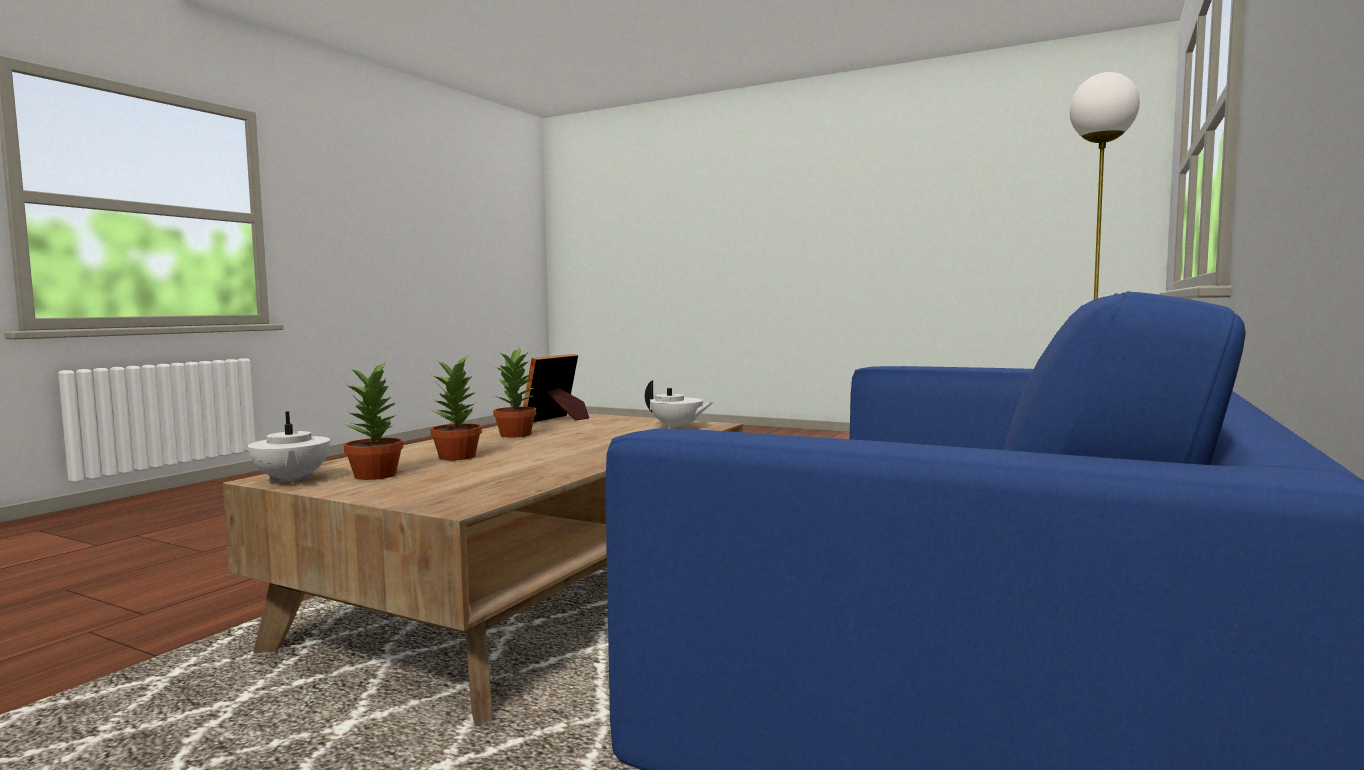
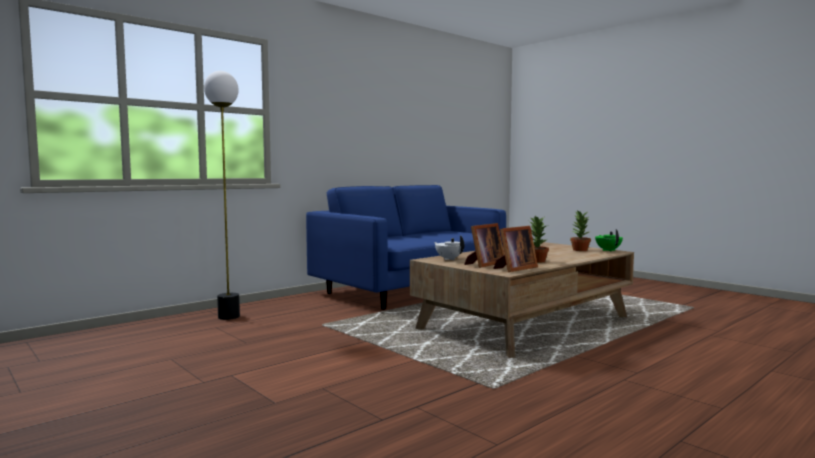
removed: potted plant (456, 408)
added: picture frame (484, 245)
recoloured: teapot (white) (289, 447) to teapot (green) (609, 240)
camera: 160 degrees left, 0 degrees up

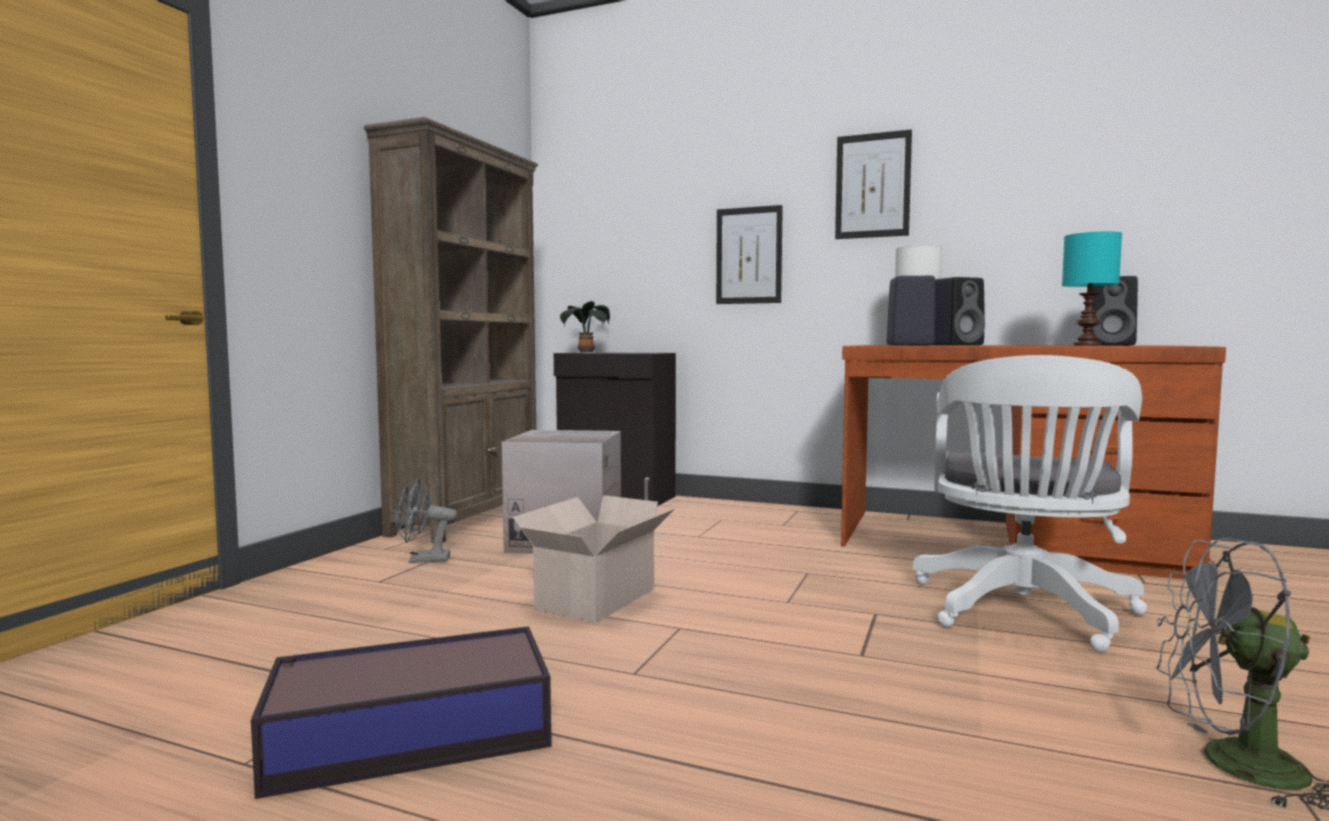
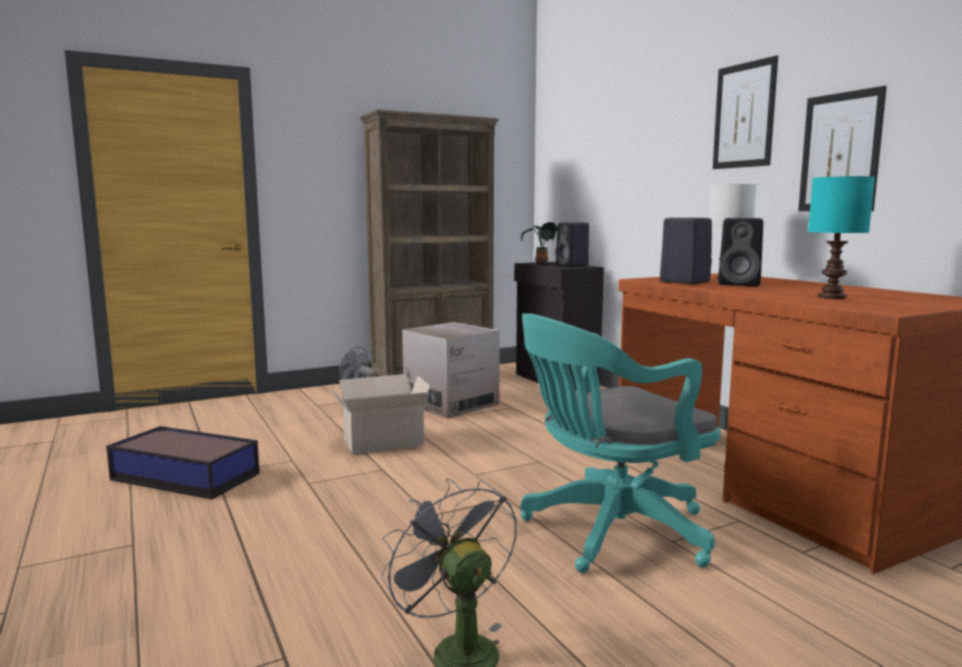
moved: picture (749, 254) to (842, 148); speaker (black) (1115, 310) to (572, 244)
recoloured: office chair (white) (1030, 504) to office chair (turquoise) (620, 443)
camera: 40 degrees right, 5 degrees up

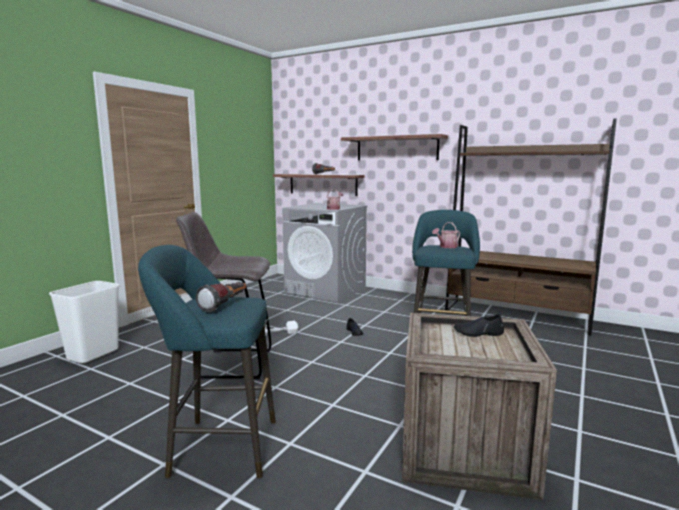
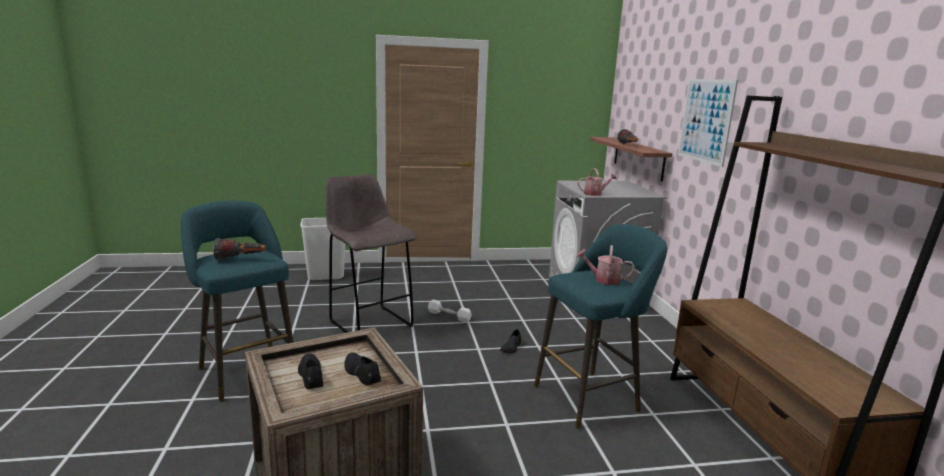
added: shoe (black) (310, 371)
replaced: shelf (394, 147) to picture (708, 123)
camera: 50 degrees right, 5 degrees up

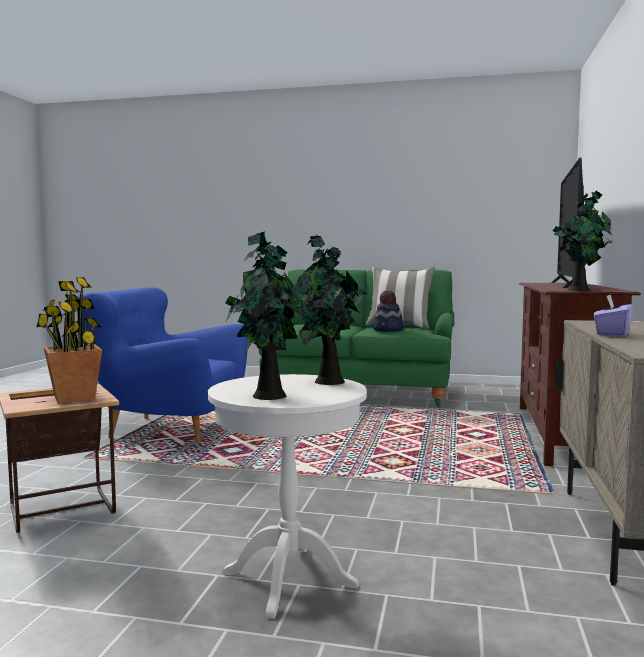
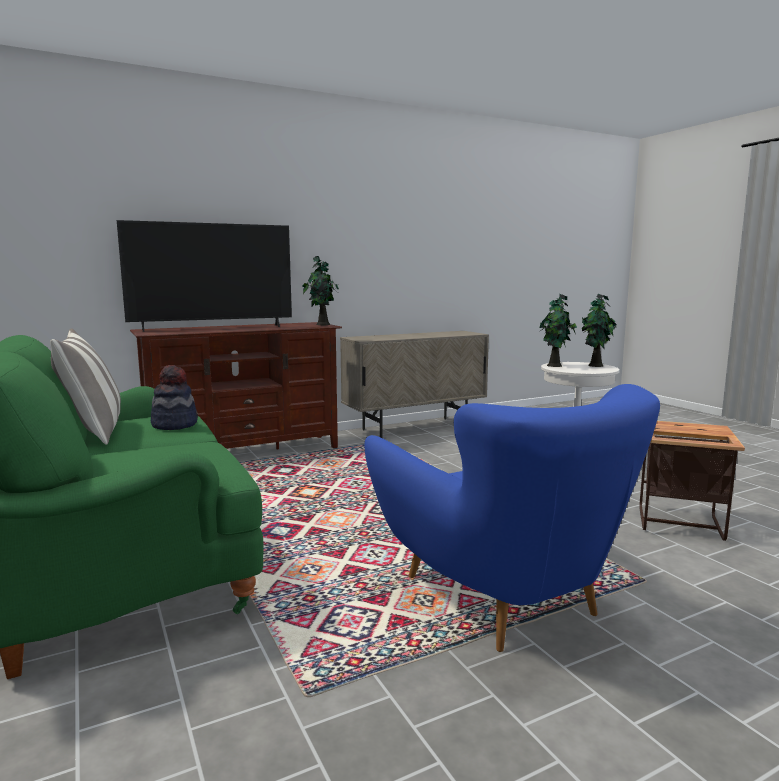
removed: potted plant (69, 340); tissue box (purple) (613, 315)
camera: 130 degrees left, 5 degrees up

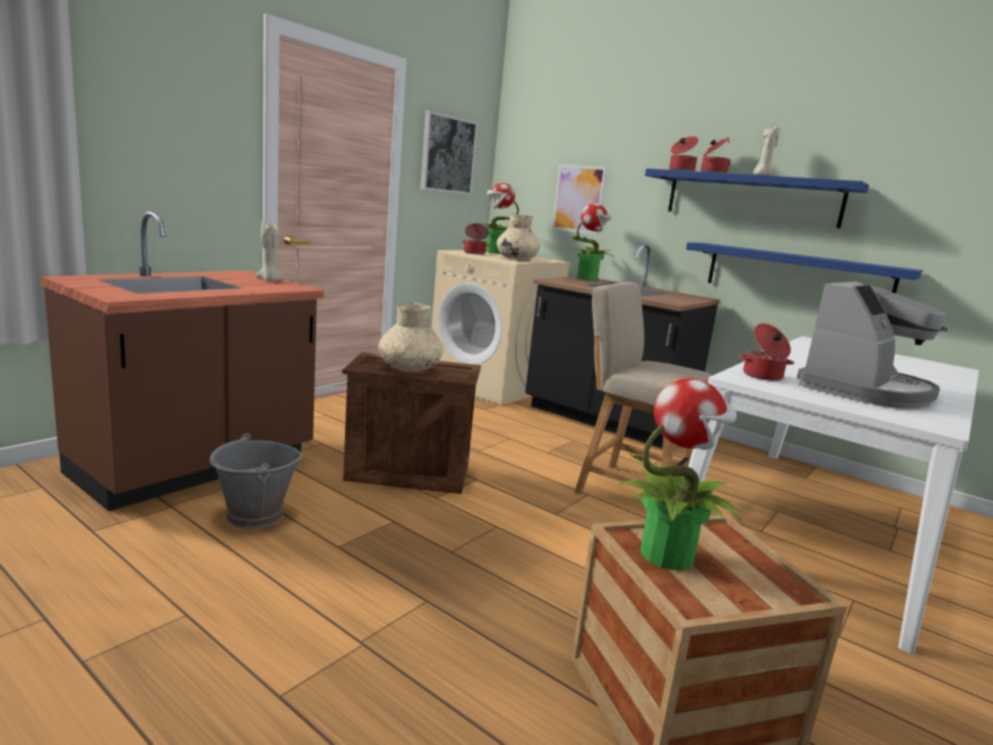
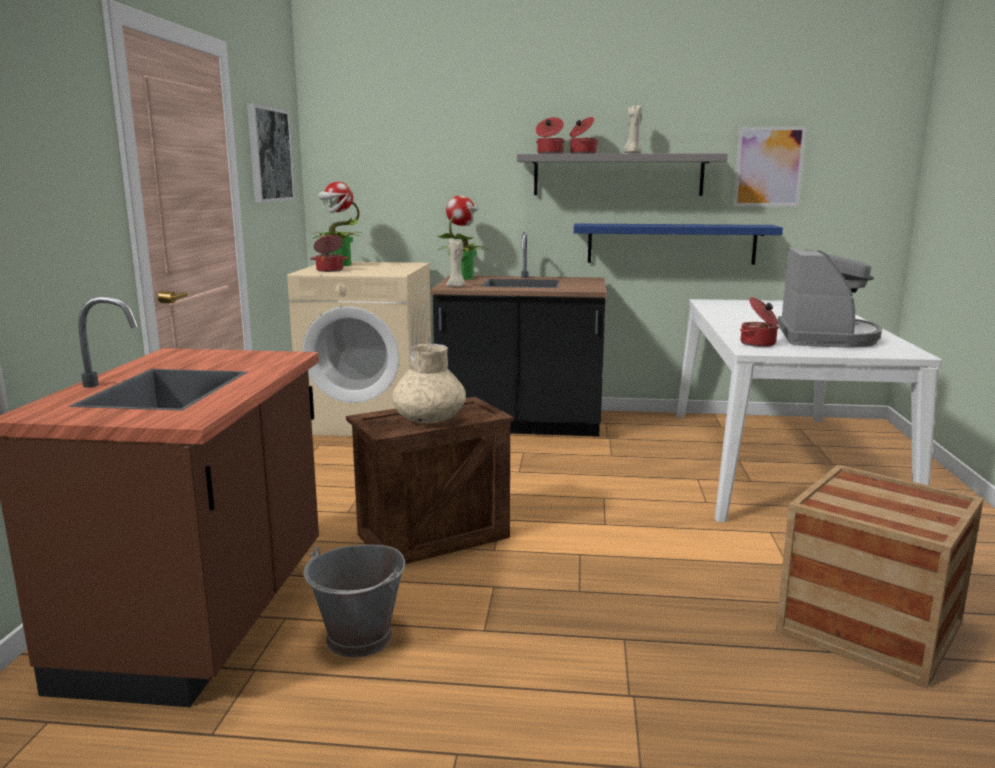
removed: vase (beige) (518, 236); chair (beige) (643, 388); potted plant (680, 474)
moved: candle (beige) (270, 251) to (455, 263); picture (579, 199) to (770, 166)
recoloured: shelf (blue) (757, 198) to shelf (grey) (622, 174)
camera: 30 degrees left, 0 degrees up

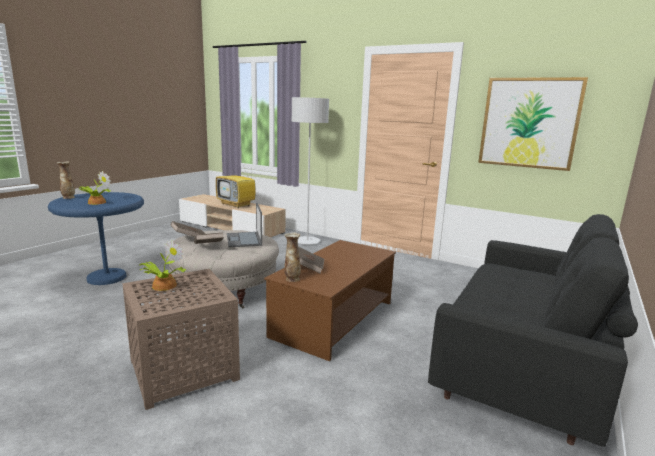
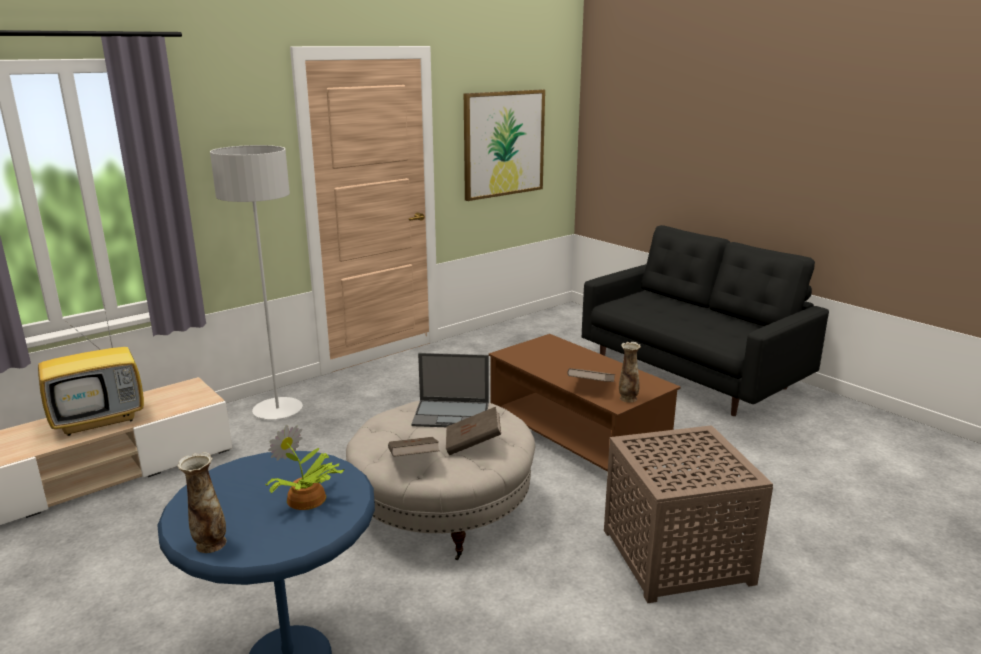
removed: potted plant (162, 265)
camera: 70 degrees left, 5 degrees up

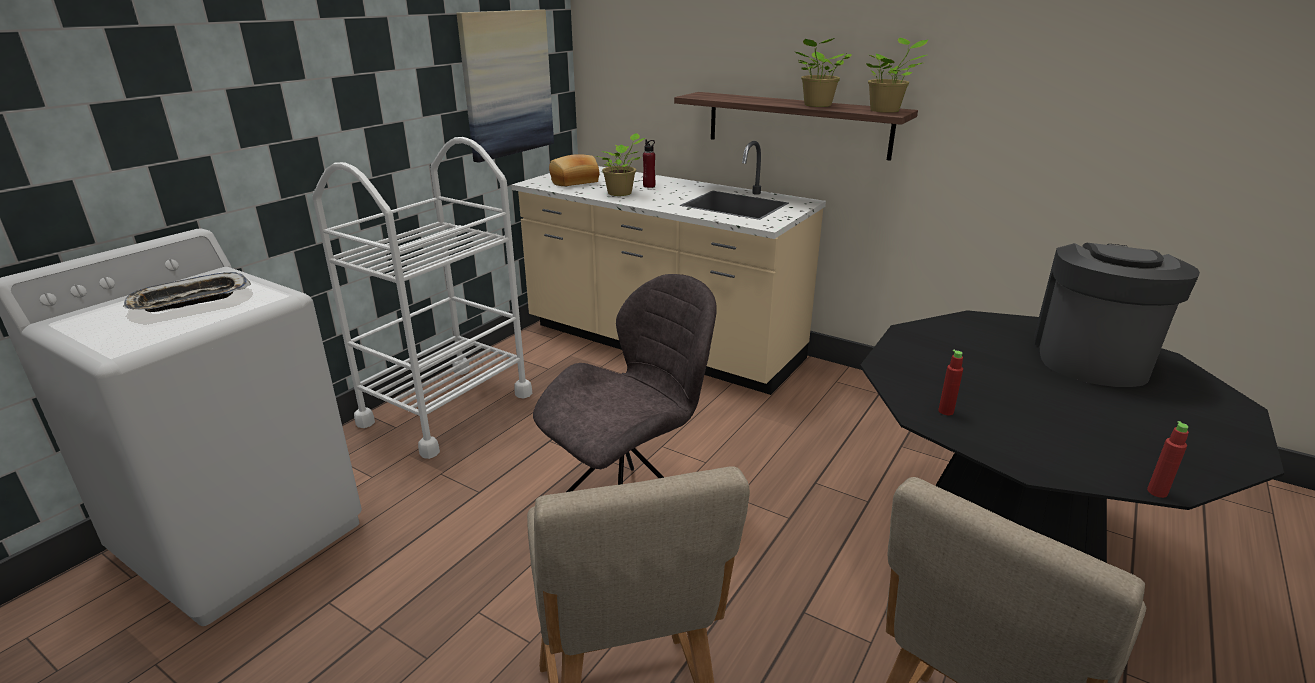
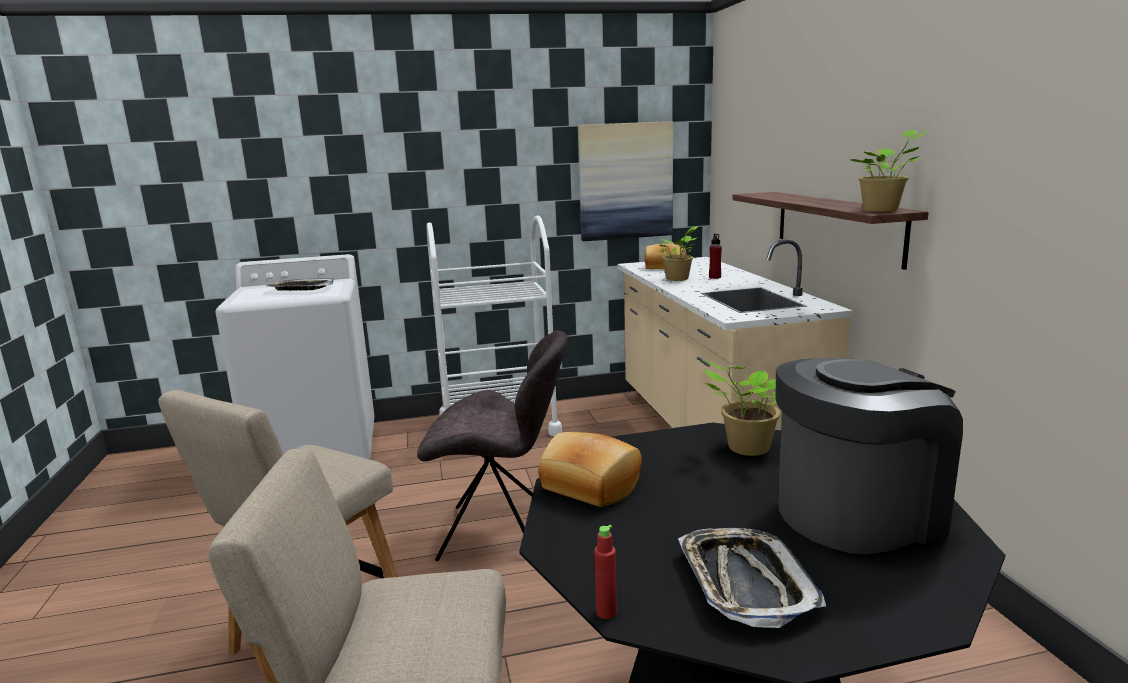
added: tray (752, 578)
moved: potted plant (823, 72) to (741, 408)
replaced: bottle (red) (950, 382) to bread (590, 469)
camera: 45 degrees right, 10 degrees down

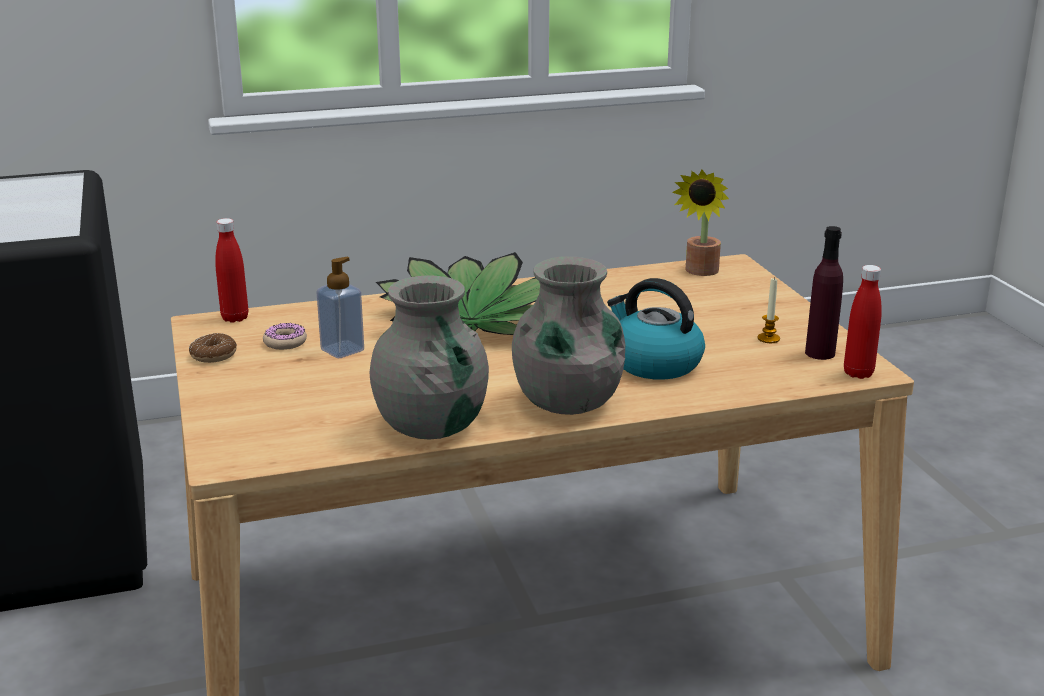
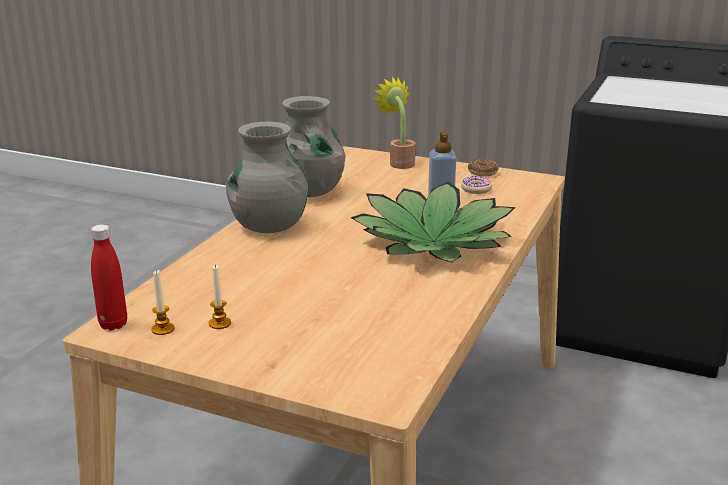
removed: bottle (red) (231, 270); kettle (656, 329)
moved: potted plant (700, 222) to (394, 122)
replaced: bottle (purple) (824, 293) to candle (162, 302)
camera: 130 degrees right, 0 degrees up

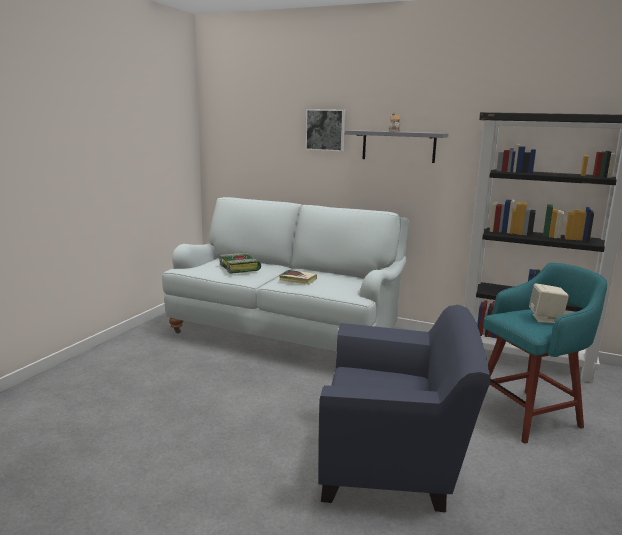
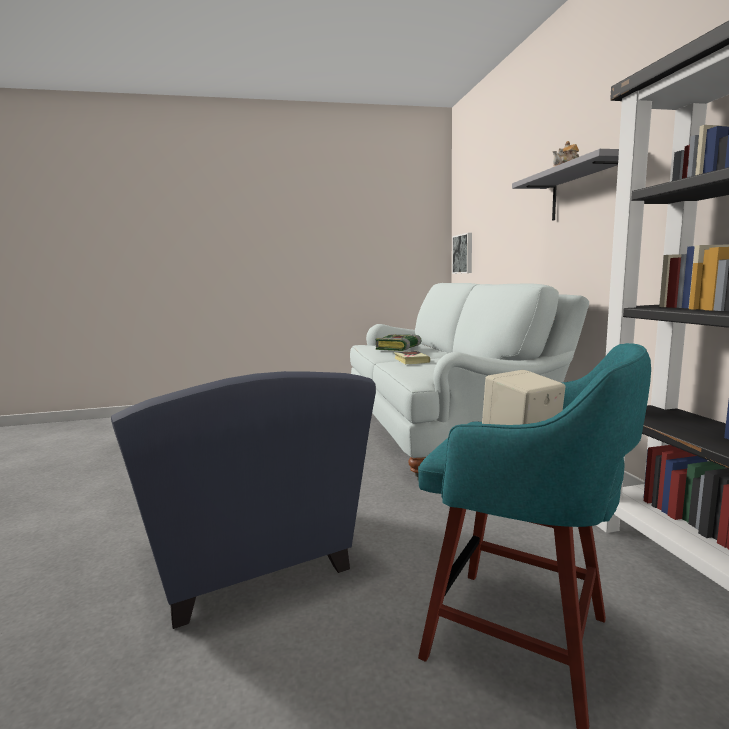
moved: picture (325, 130) to (462, 253)
camera: 55 degrees right, 5 degrees down

